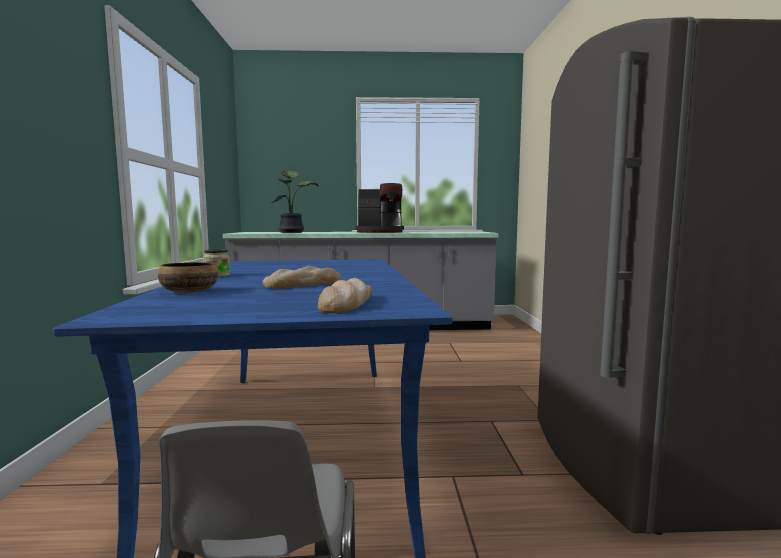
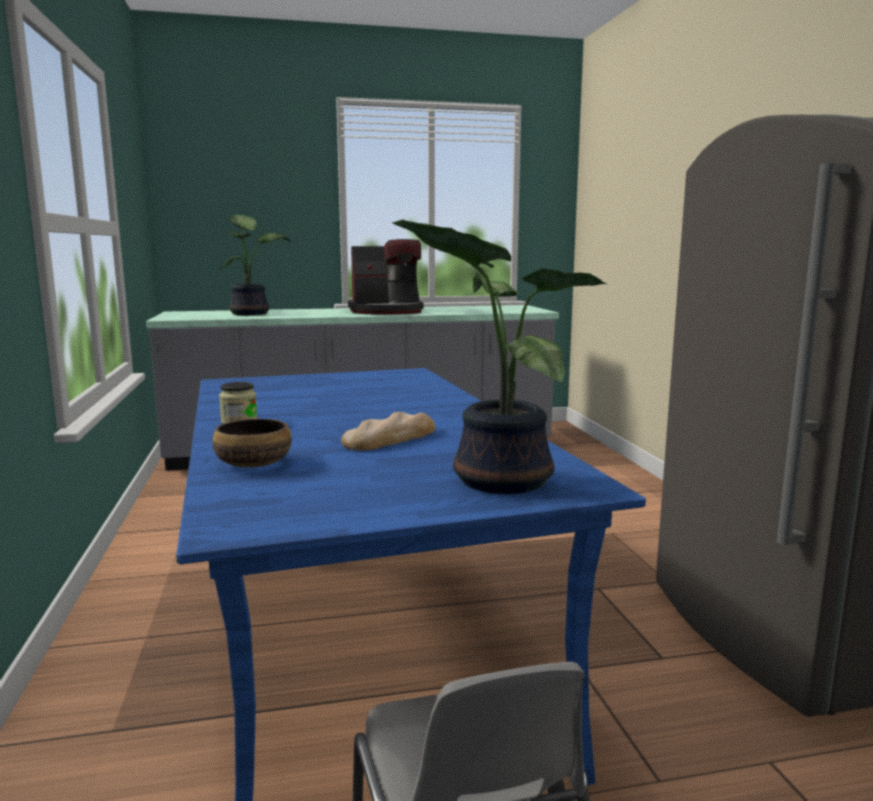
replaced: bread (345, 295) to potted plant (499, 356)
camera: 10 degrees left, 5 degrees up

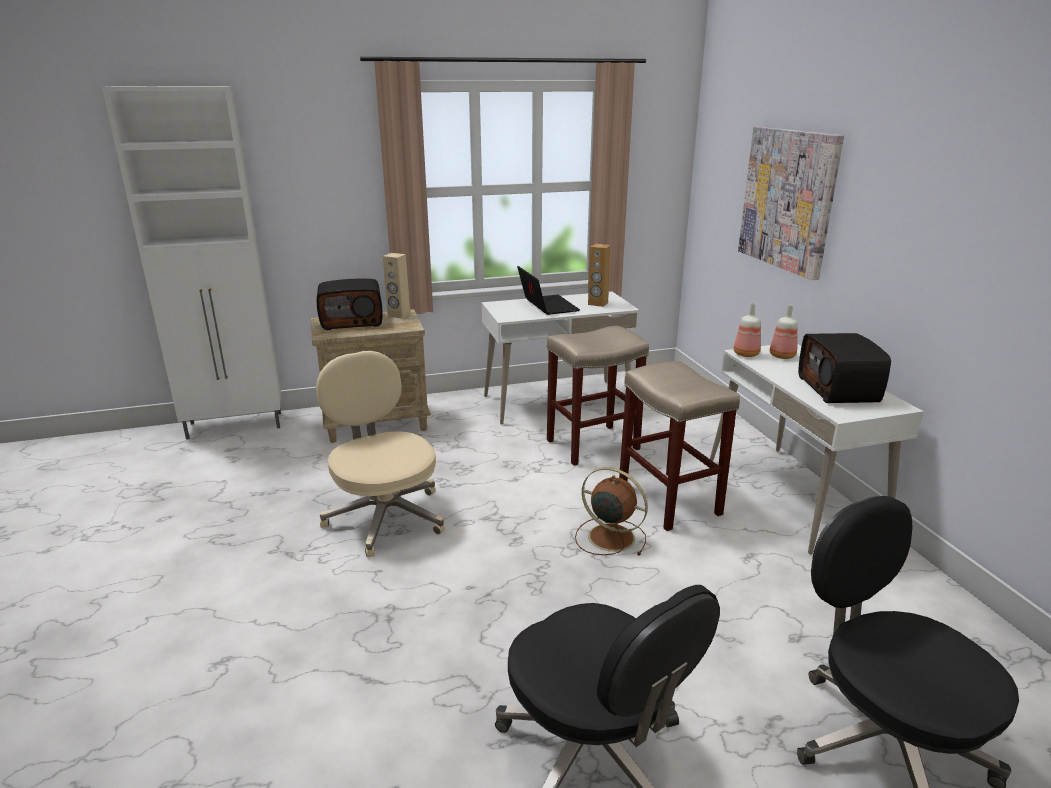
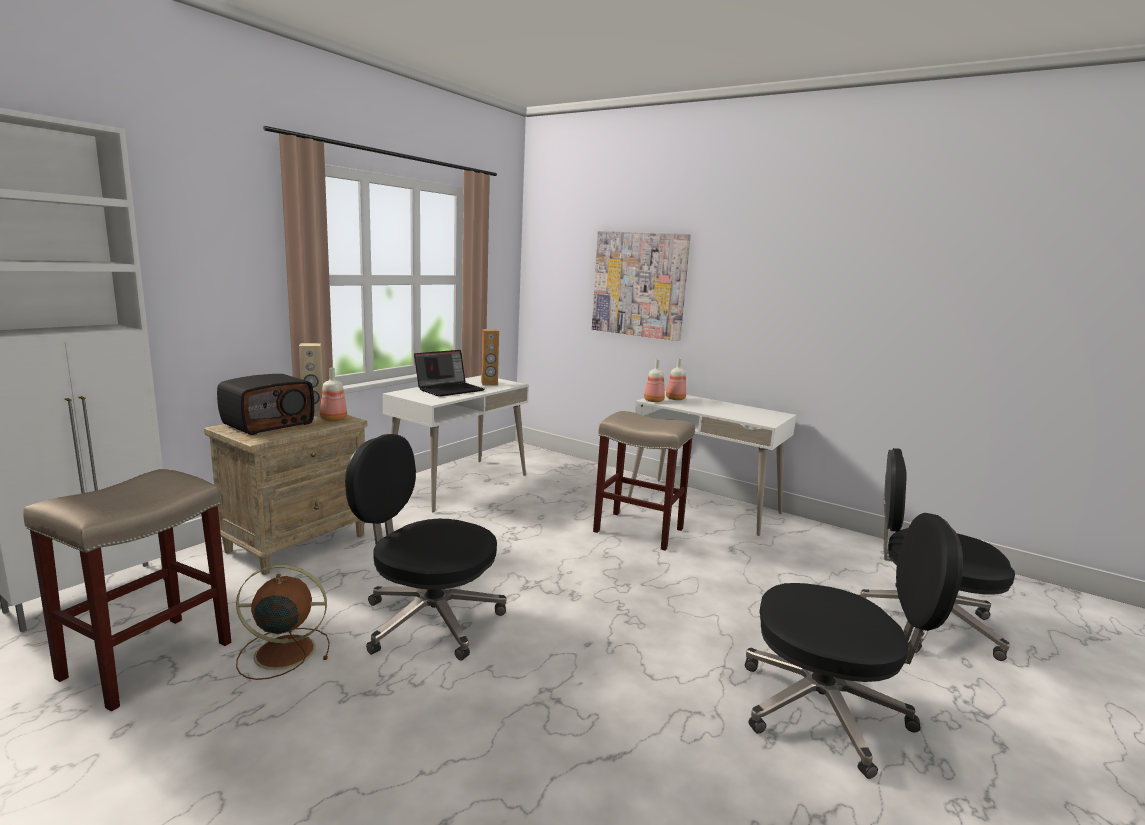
removed: radio (844, 368)
added: bottle (333, 394)
moved: stool (beige) (598, 395) to (127, 590); fan (brown) (611, 511) to (283, 622)
recoloured: office chair (beige) (380, 454) to office chair (black) (426, 547)
turned: laptop (548, 290) = (449, 373) 105 degrees clockwise
camera: 40 degrees left, 10 degrees down

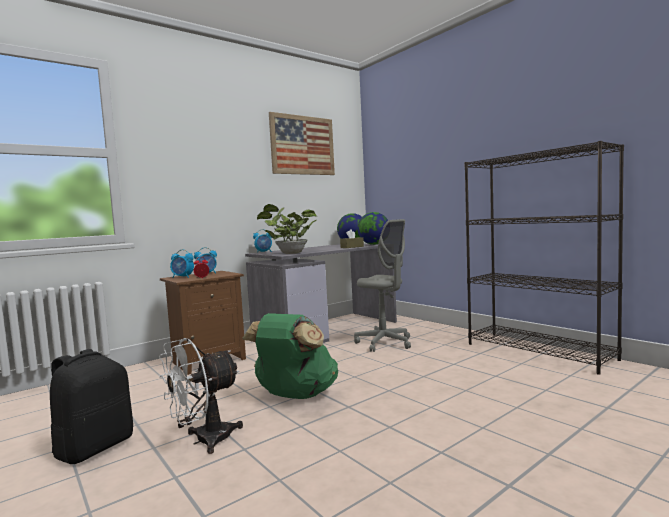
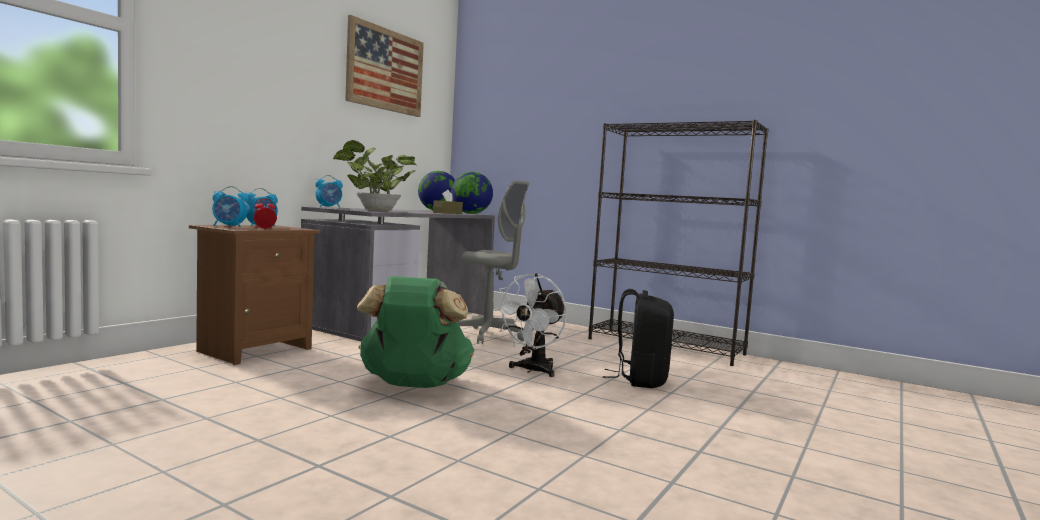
moved: backpack (black) (91, 406) to (638, 338); fan (white) (201, 396) to (530, 325)
camera: 20 degrees left, 0 degrees up

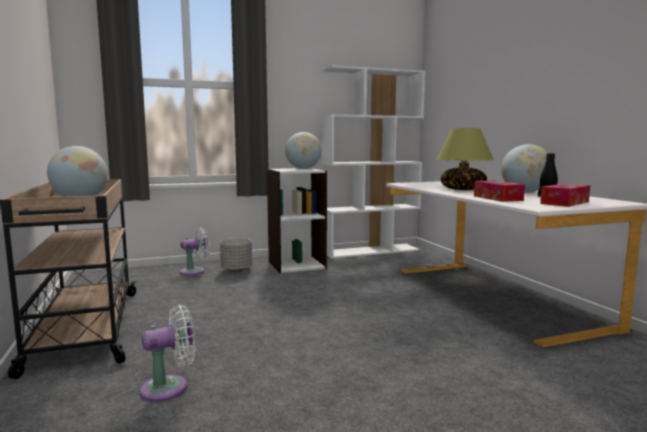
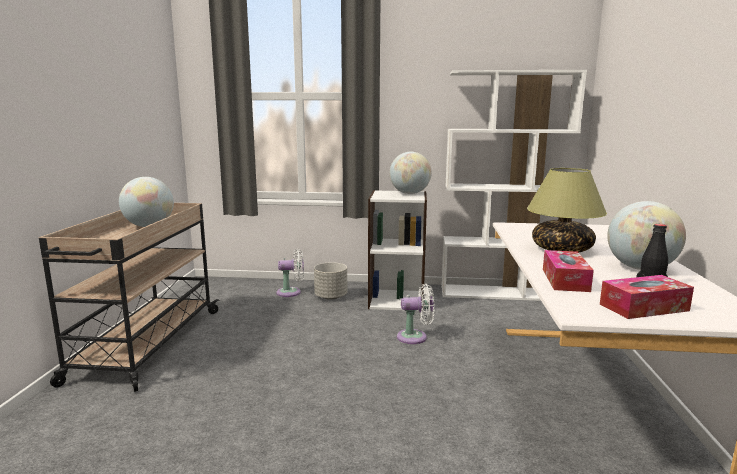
moved: fan (white) (167, 353) to (416, 314)
camera: 25 degrees right, 5 degrees up

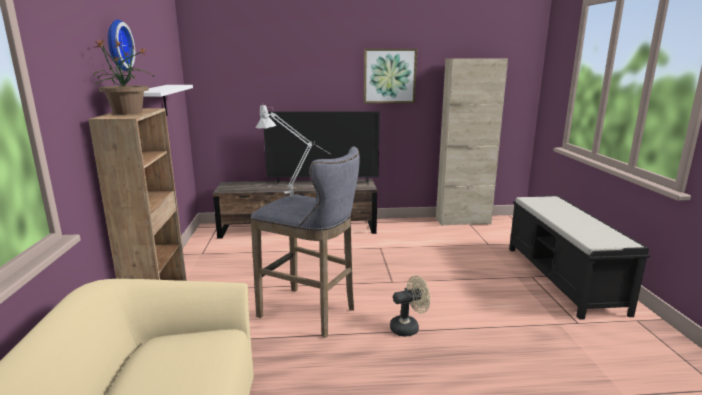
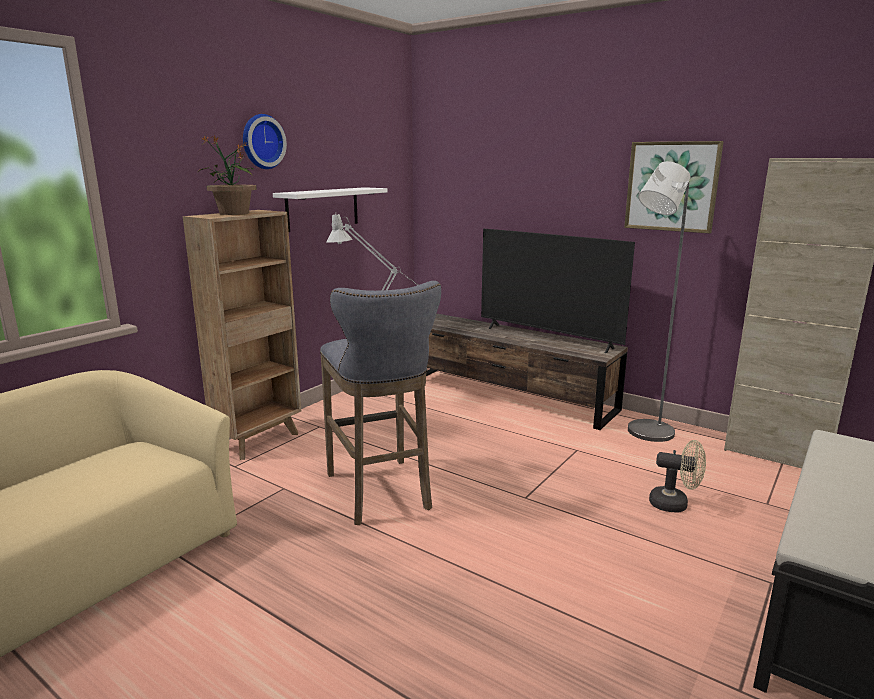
added: floor lamp (grey) (659, 301)
moved: fan (beige) (410, 306) to (677, 476)
camera: 40 degrees right, 0 degrees up

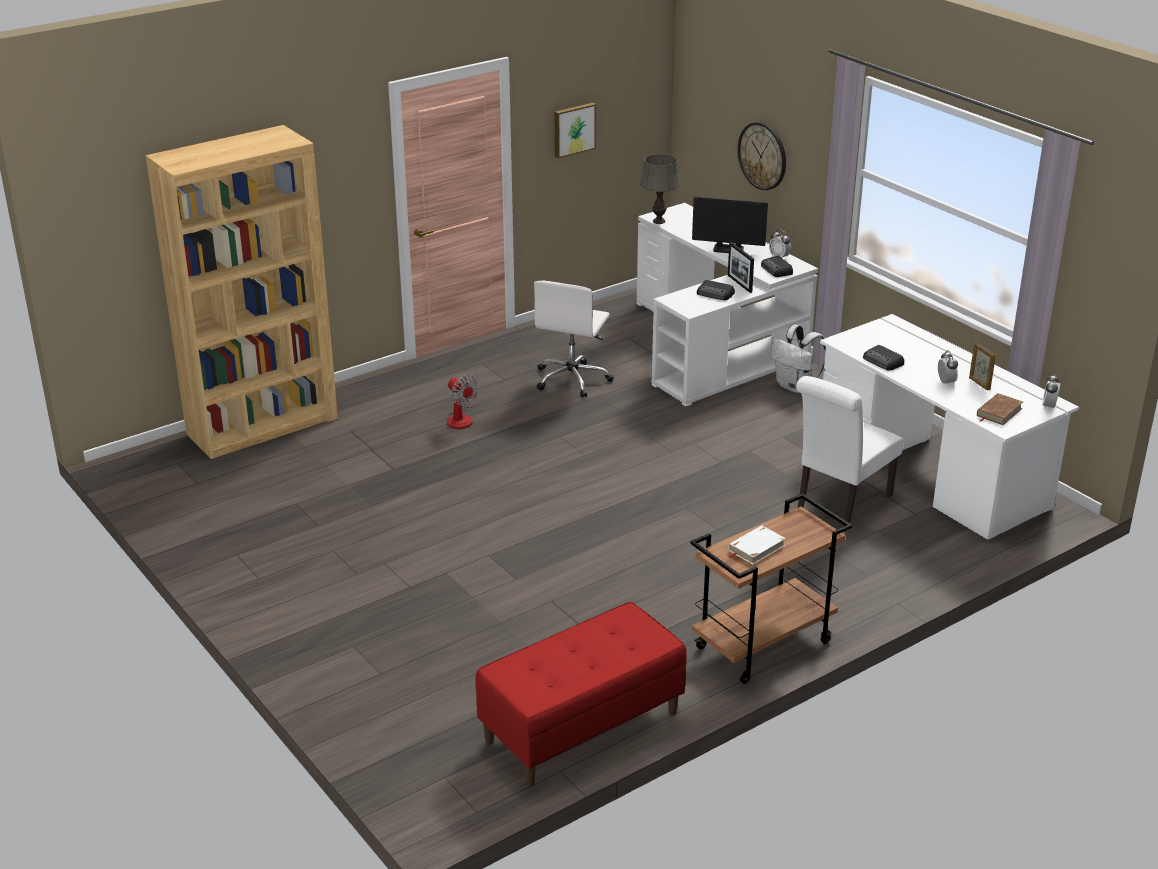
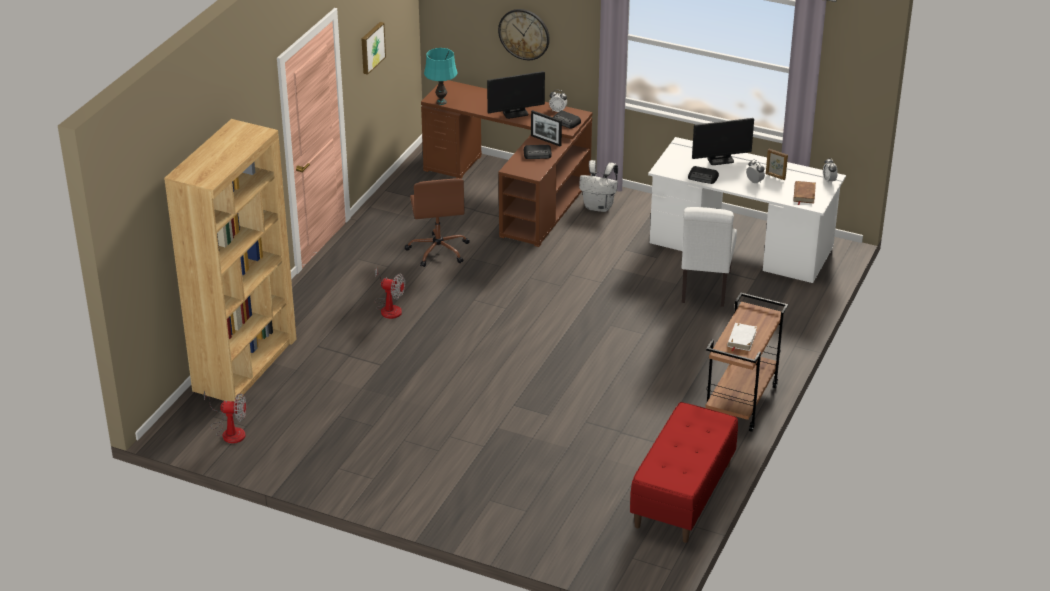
added: fan (225, 417); monitor (723, 141)
recoloured: office chair (white) (574, 339) to office chair (brown) (437, 222); desk (white) (727, 304) to desk (brown) (506, 163); table lamp (grey) (660, 189) to table lamp (turquoise) (440, 76)
camera: 30 degrees left, 5 degrees up

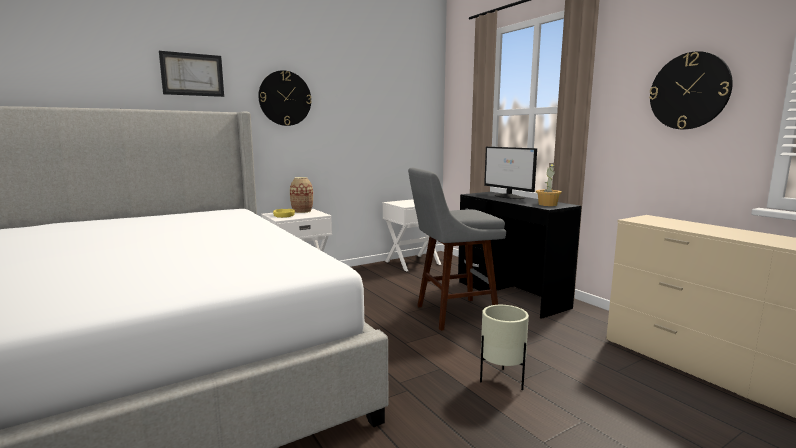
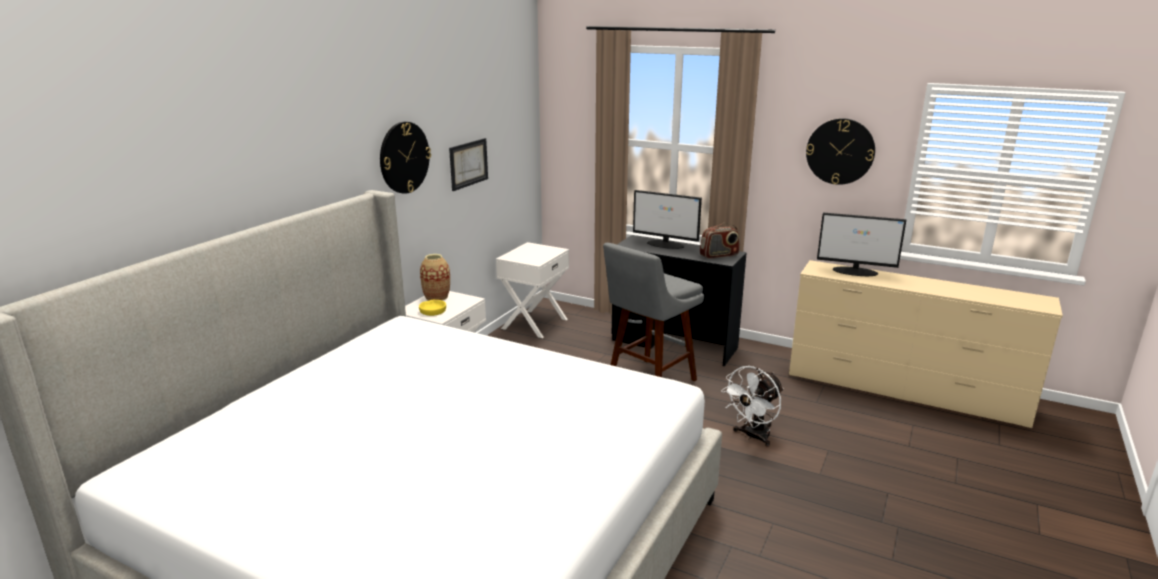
added: monitor (861, 244)
moved: picture (191, 74) to (468, 164)
replaced: planter (beige) (504, 347) to fan (white) (752, 406); potted plant (549, 184) to radio (720, 241)
camera: 30 degrees left, 10 degrees up

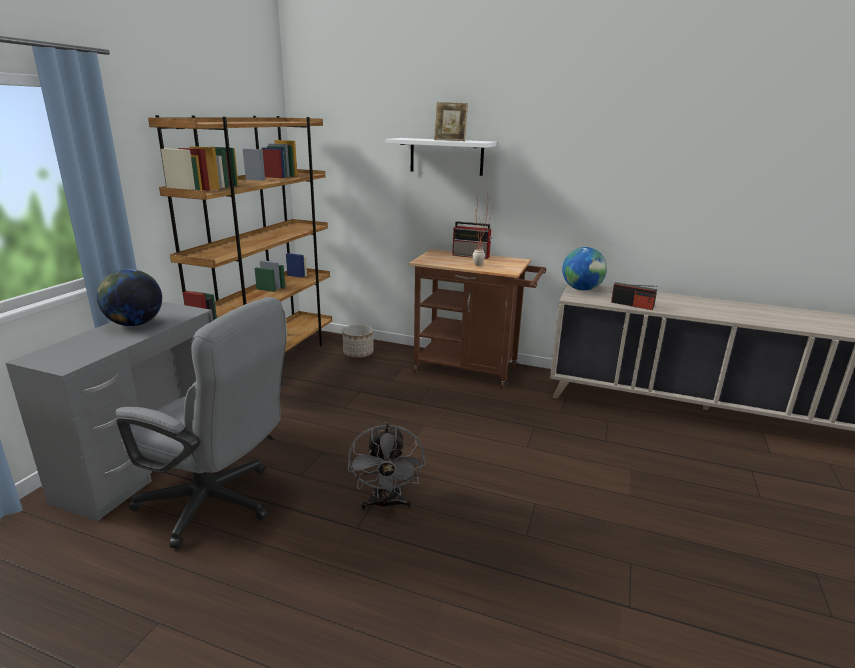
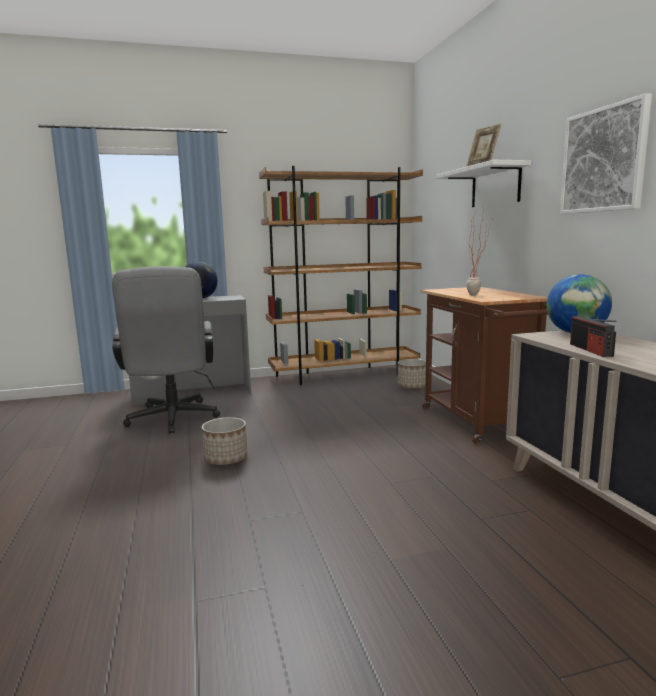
removed: radio (472, 240)
added: picture (606, 153)
replaced: fan (grey) (386, 466) to planter (224, 441)
camera: 55 degrees right, 10 degrees down

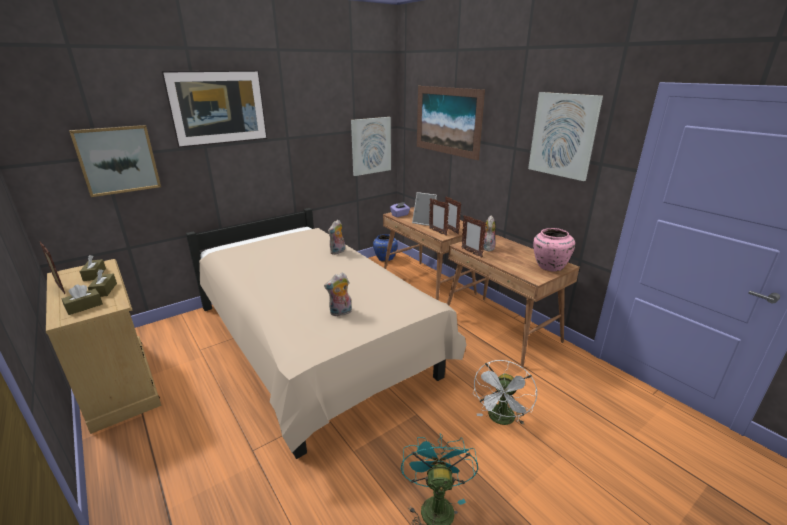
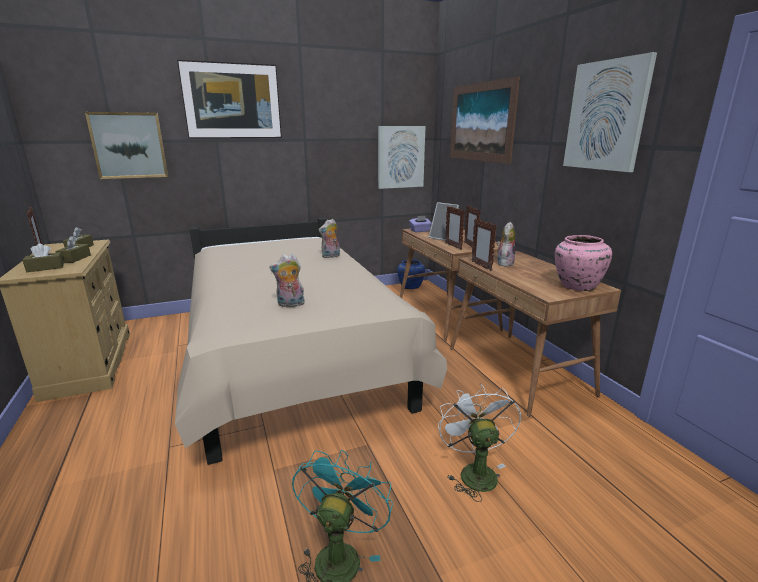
turned: fan (white) (504, 392) = (479, 443) 135 degrees clockwise
camera: 15 degrees right, 5 degrees down

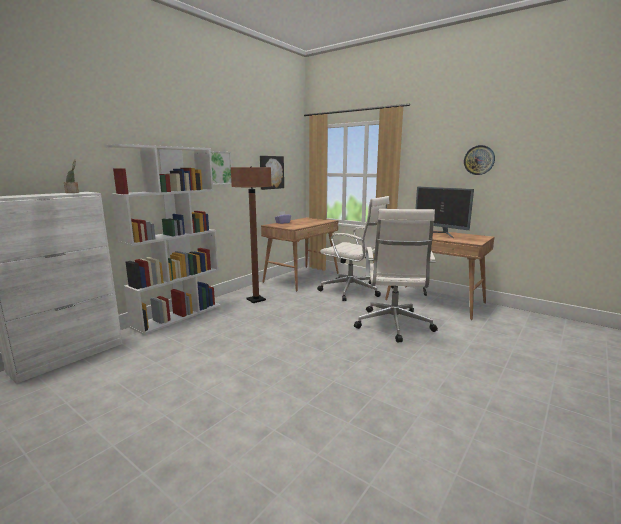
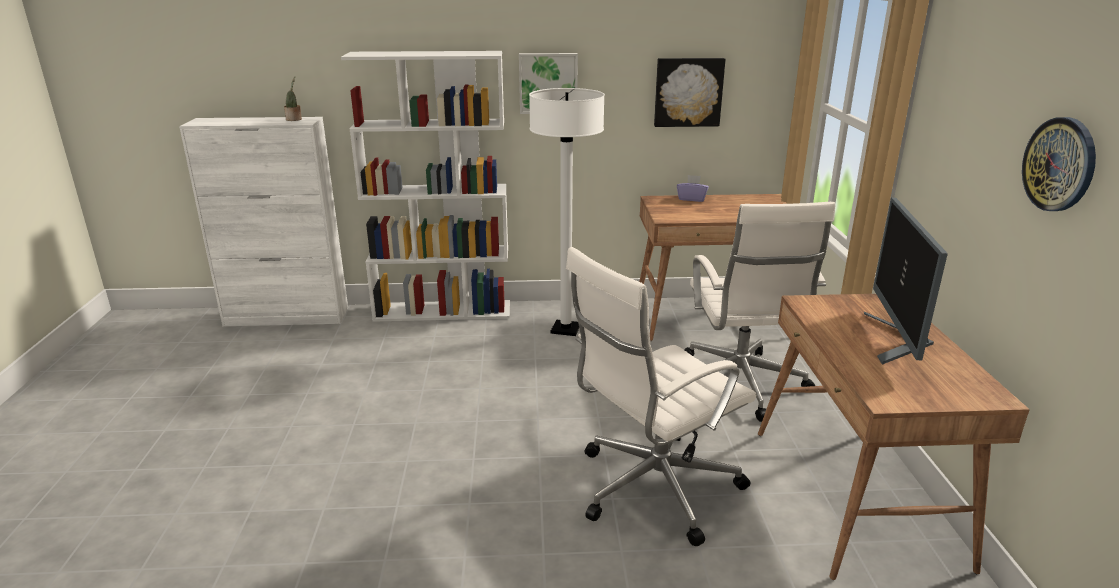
recoloured: floor lamp (brown) (251, 235) to floor lamp (white) (567, 212)
camera: 50 degrees right, 10 degrees up

